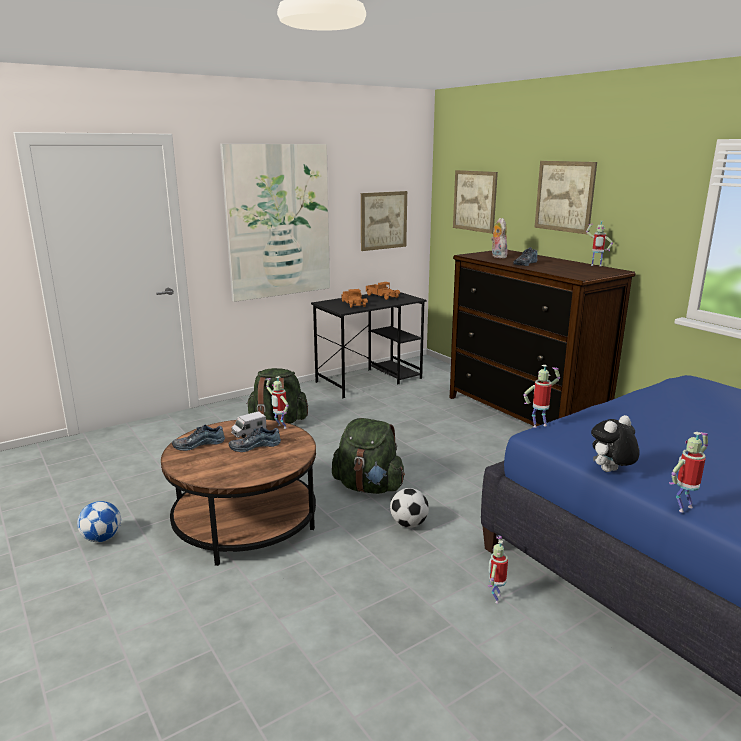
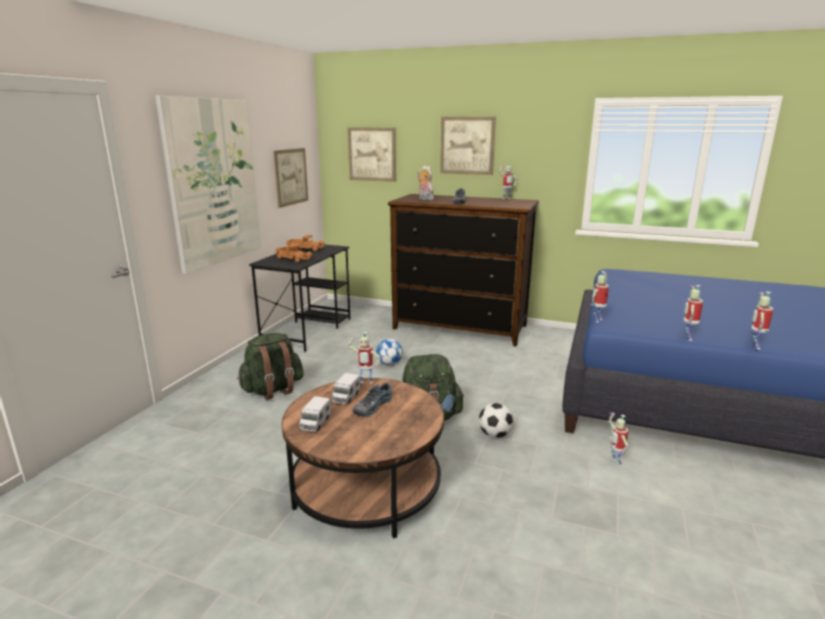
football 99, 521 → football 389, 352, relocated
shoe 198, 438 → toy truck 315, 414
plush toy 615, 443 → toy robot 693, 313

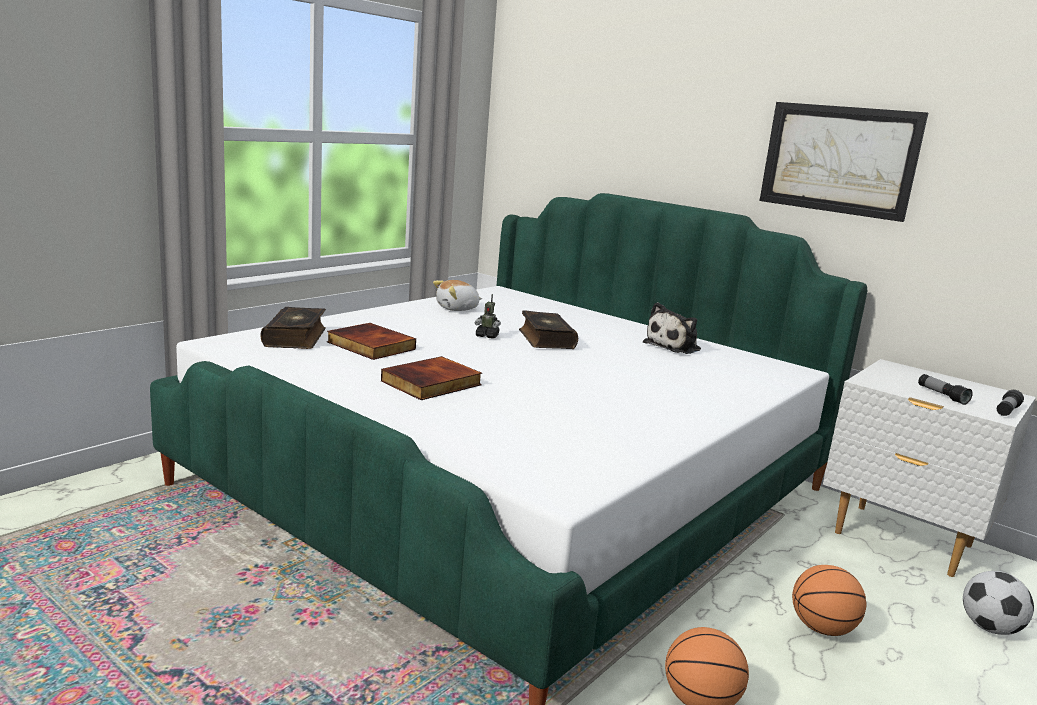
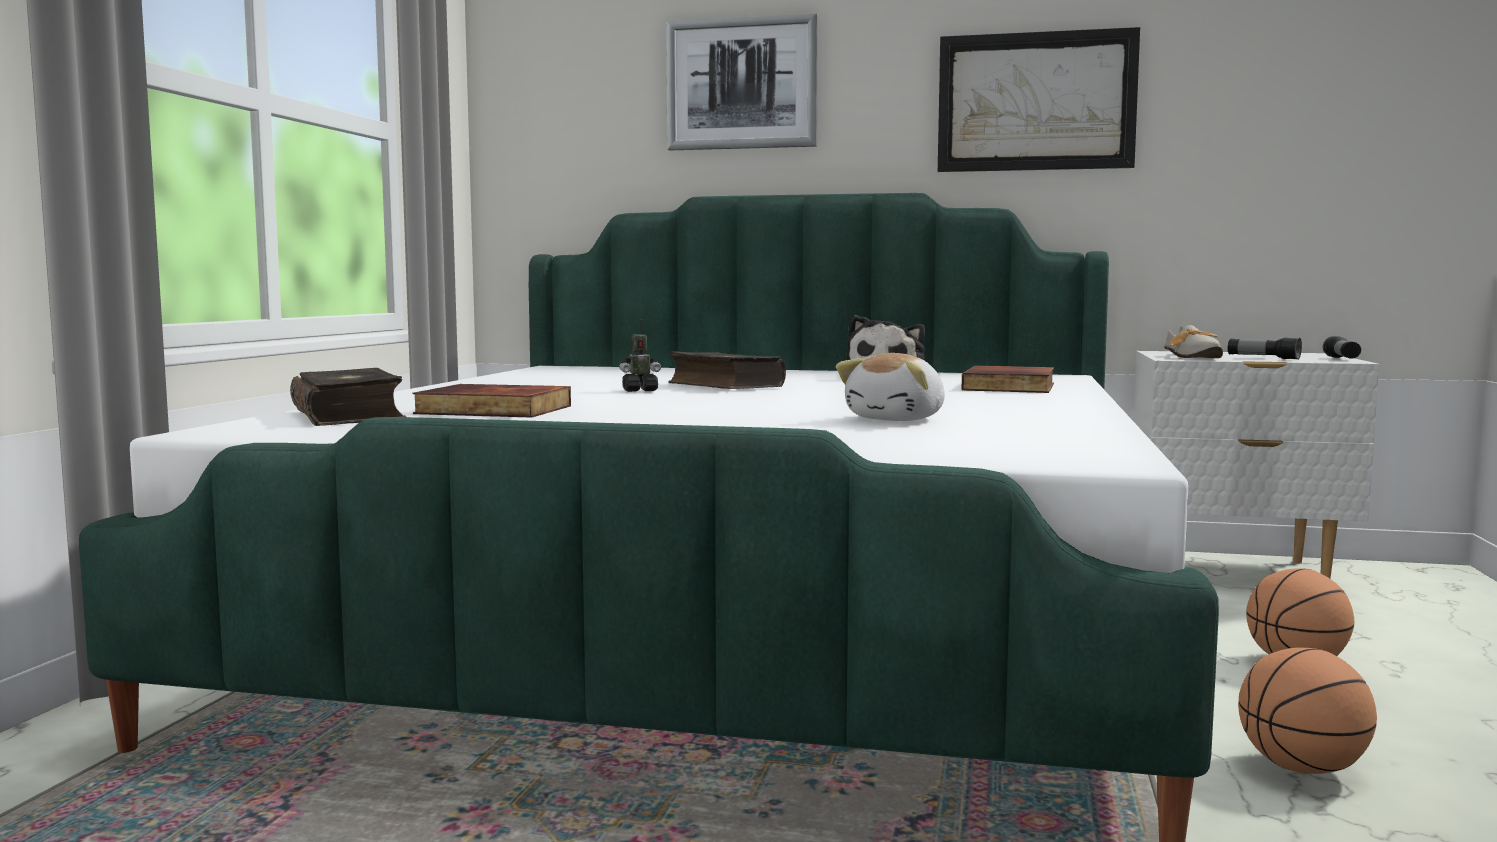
football 998, 603 → -
- → picture 742, 82
- → shoe 1193, 341
book 431, 378 → book 1008, 379, relocated
plush toy 457, 295 → plush toy 890, 387, relocated

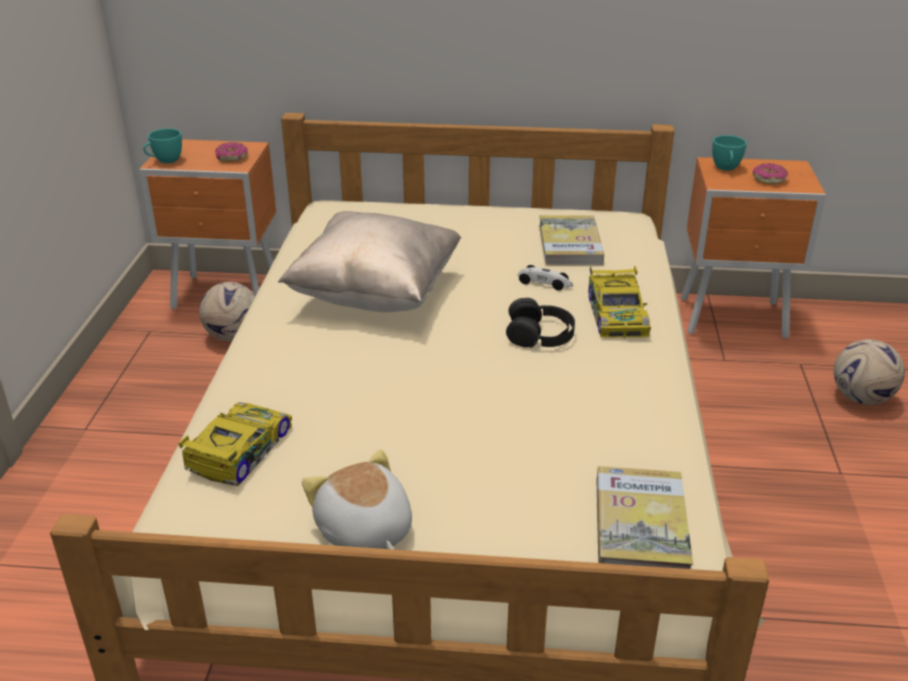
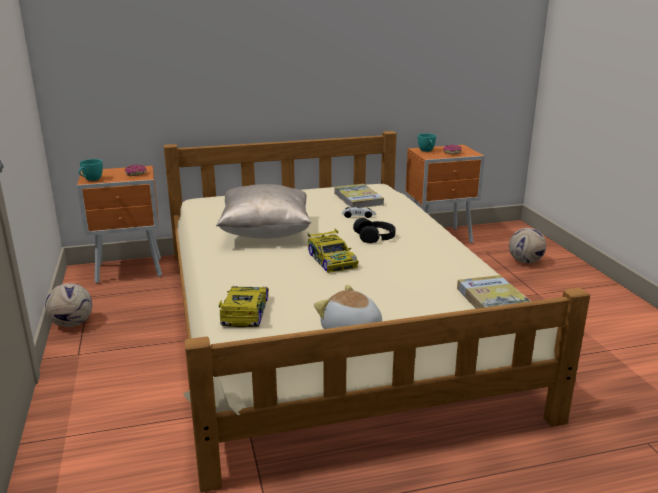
football 227, 312 → football 68, 305, relocated
toy car 619, 302 → toy car 333, 251, relocated

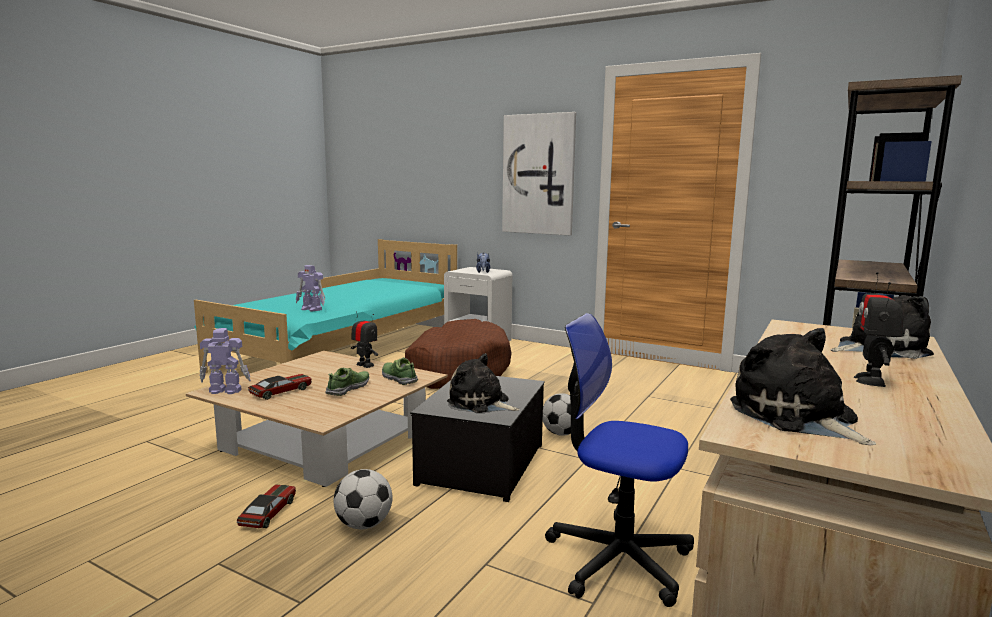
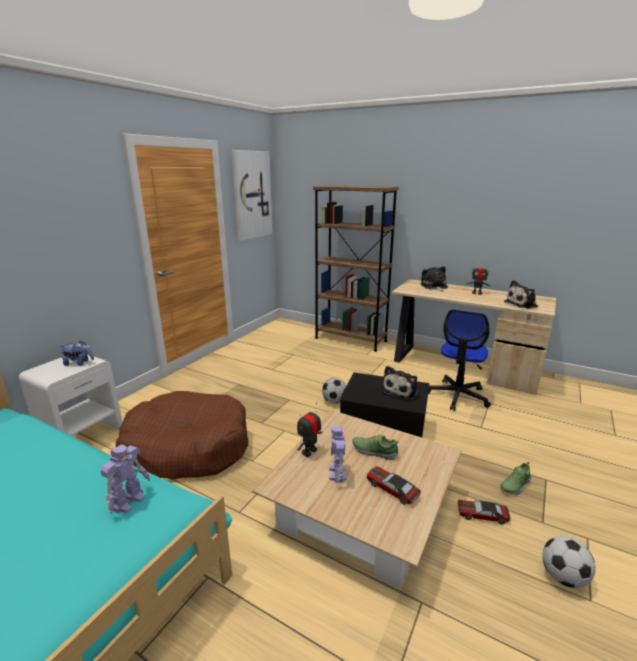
toy robot 225, 361 → toy robot 338, 455, relocated
football 363, 499 → football 569, 562, relocated
shoe 400, 371 → shoe 515, 478, relocated
picture 539, 173 → picture 252, 195, relocated

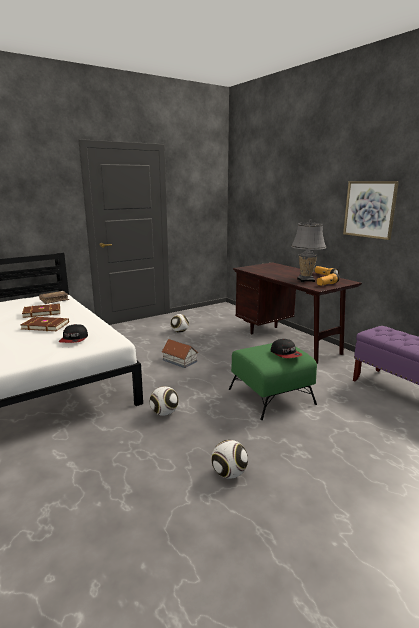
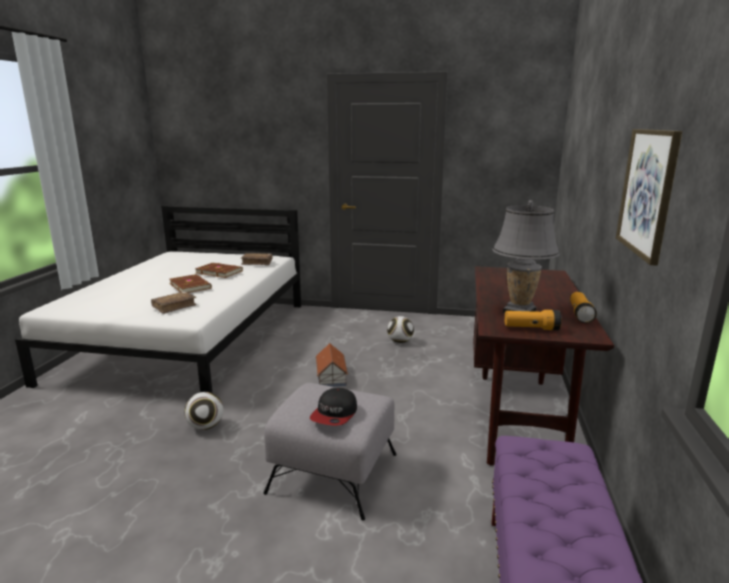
football 229, 459 → -
cap 73, 333 → brown book 173, 302
green ottoman 273, 381 → grey ottoman 330, 452

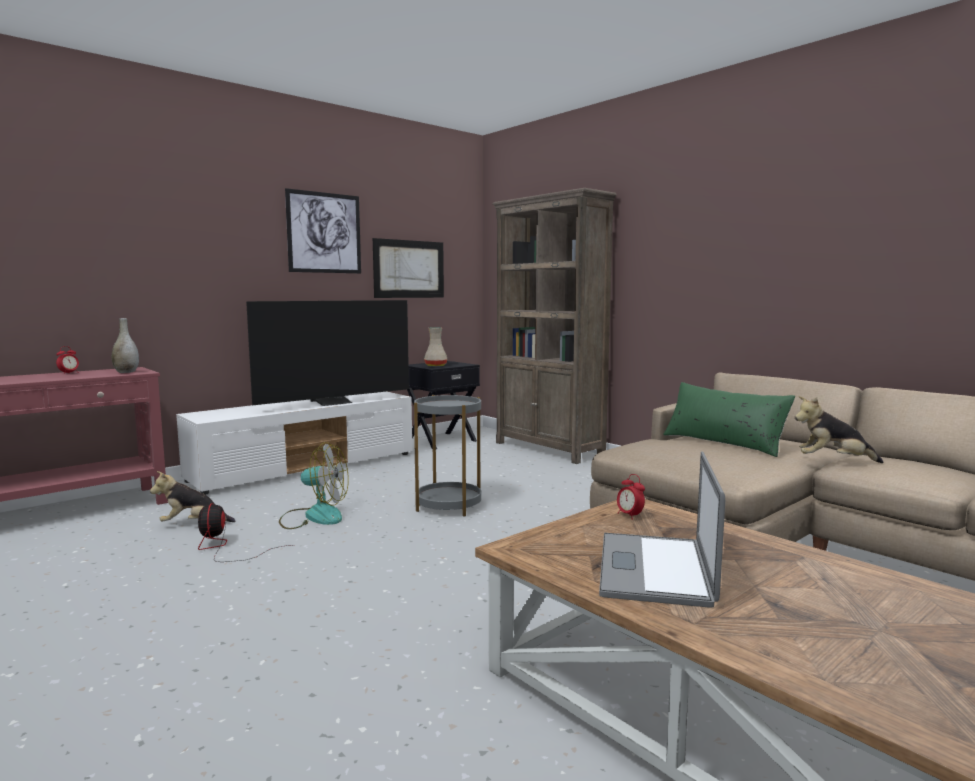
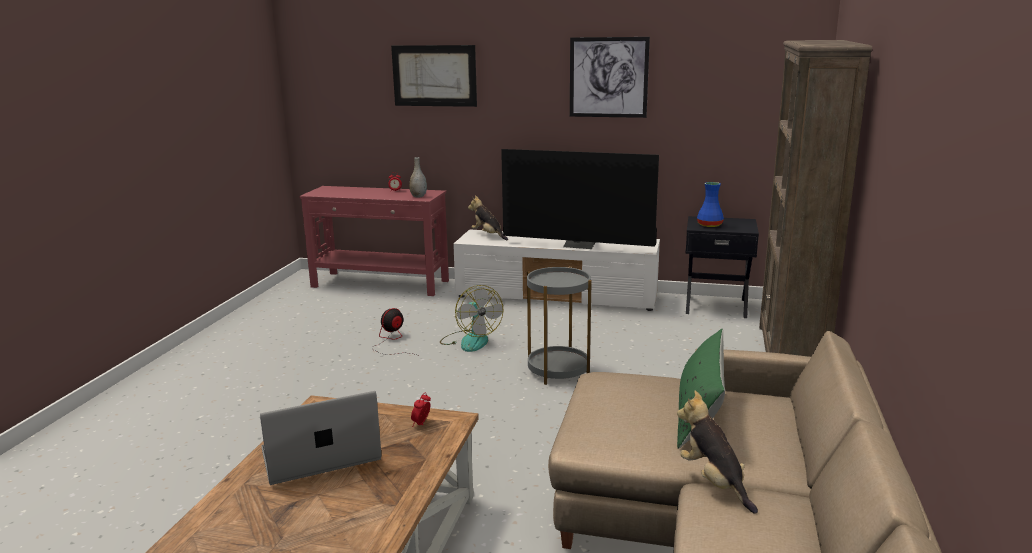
plush toy 193, 496 → plush toy 488, 218, relocated
picture 408, 268 → picture 434, 76, relocated
beige vase 436, 347 → blue vase 710, 204

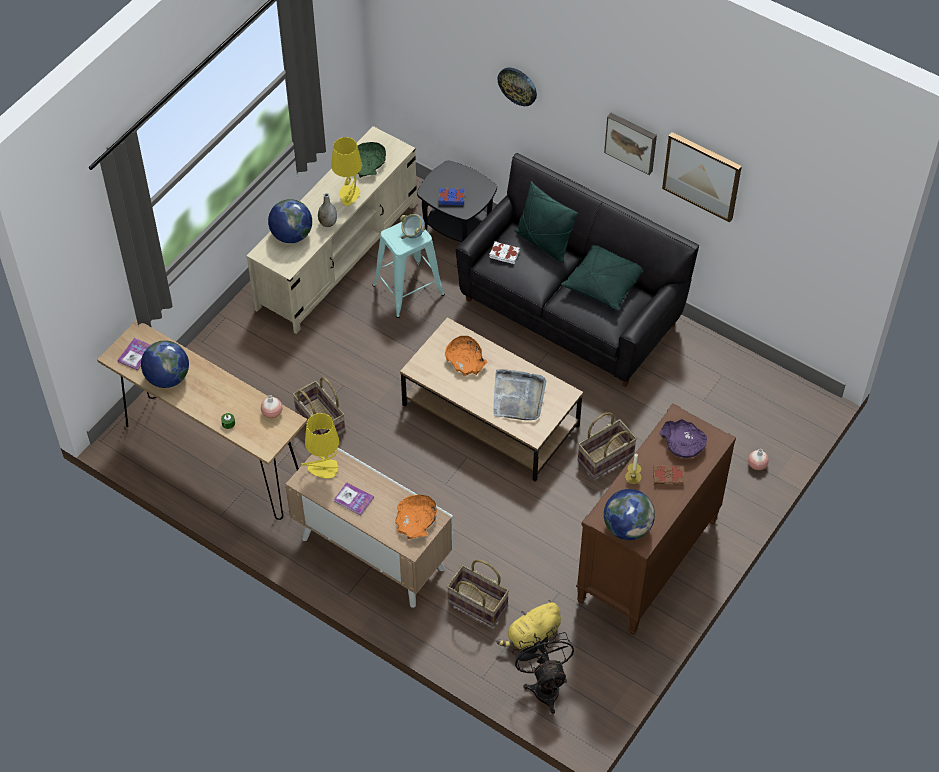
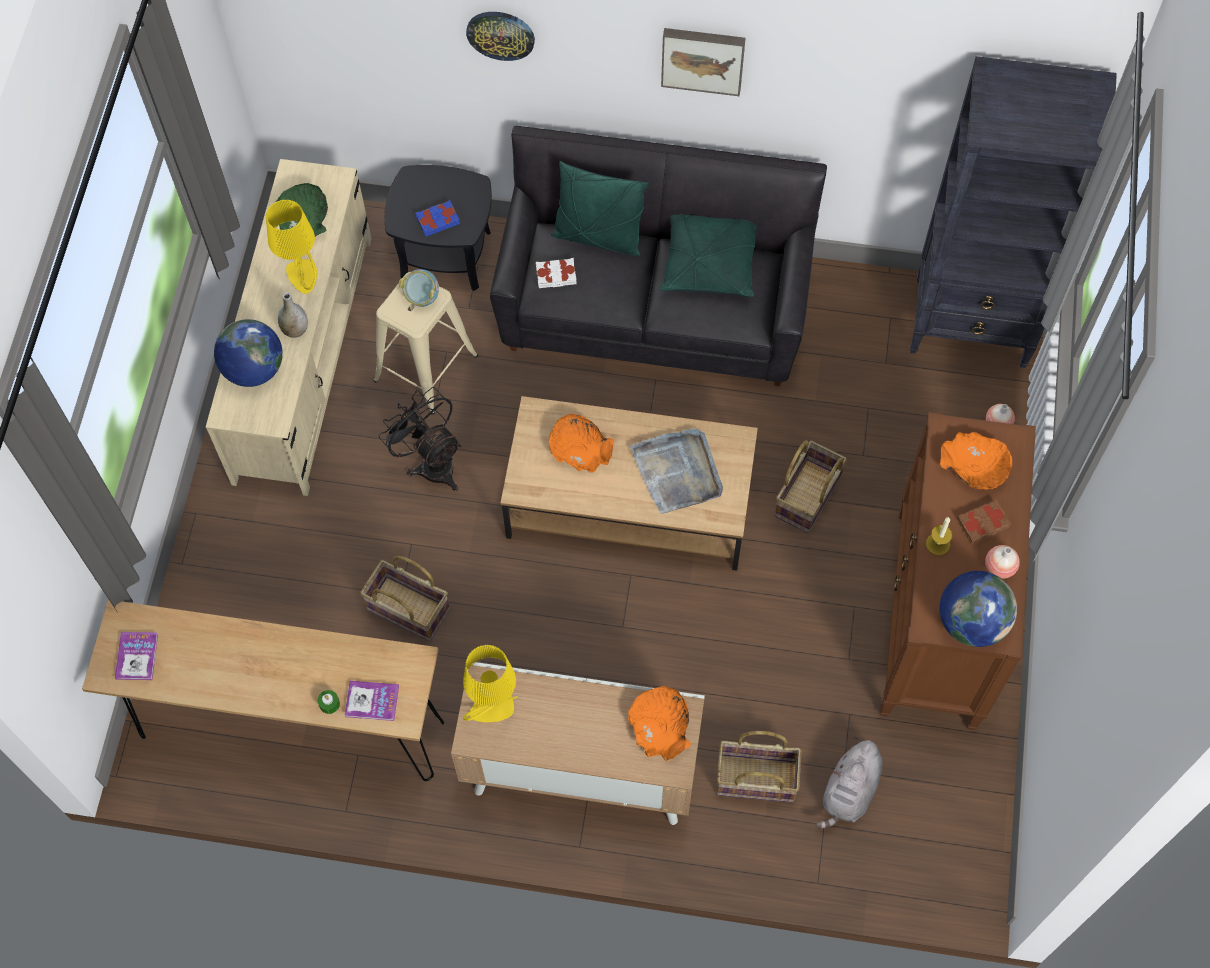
globe 165, 364 → -
picture 702, 177 → -
- → black bookcase 1013, 212
vase 271, 406 → vase 1002, 562, relocated
book 354, 498 → book 371, 701, relocated
black fan 543, 672 → black fan 420, 439, relocated
turquoise stool 408, 270 → beige stool 426, 343
yellow plush toy 528, 625 → grey plush toy 849, 783
purple bowl 683, 438 → orange bowl 976, 461

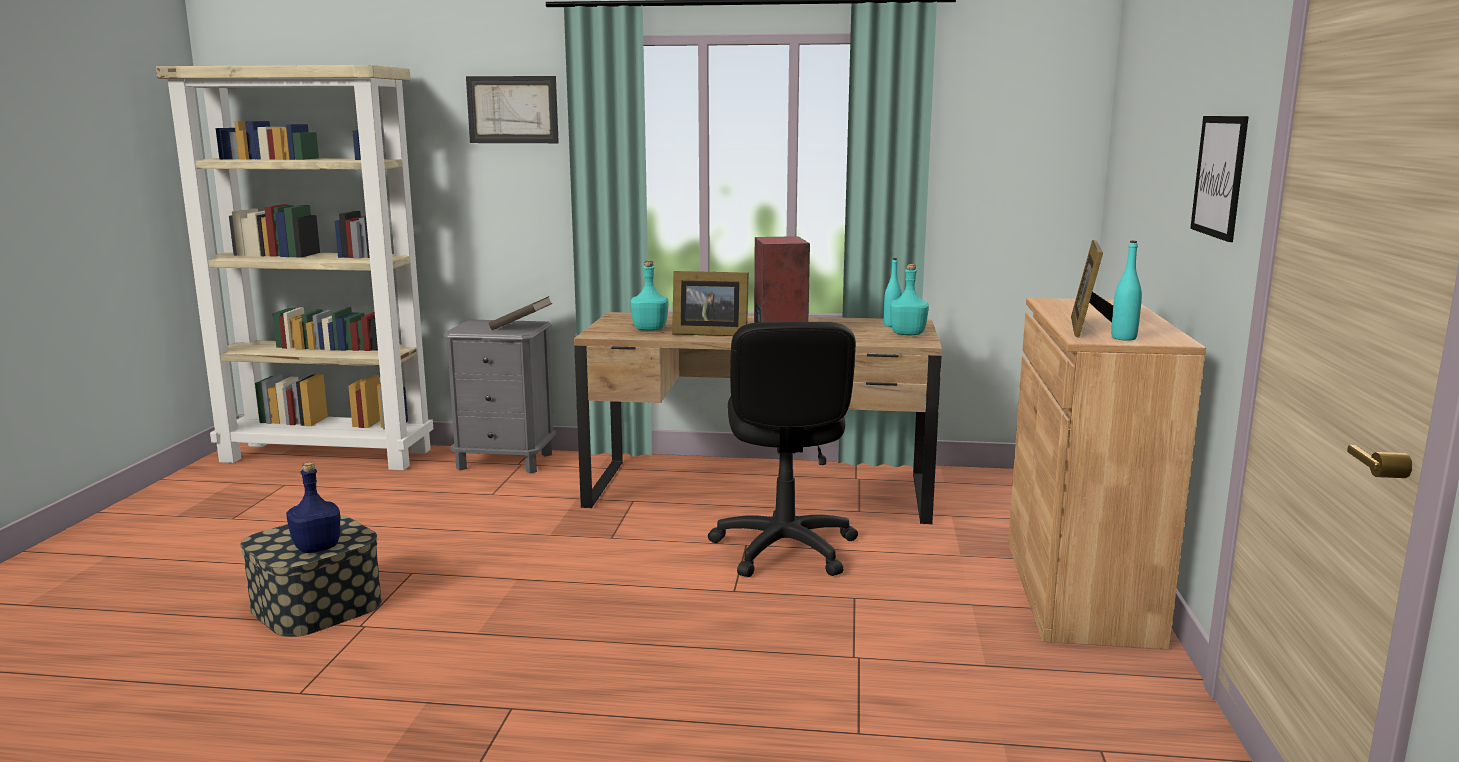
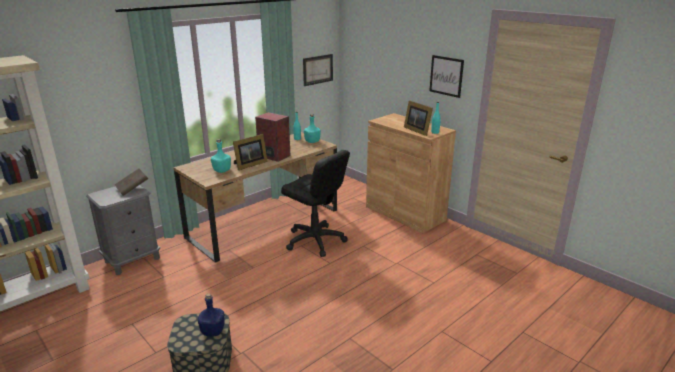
picture 512, 109 → picture 318, 70, relocated

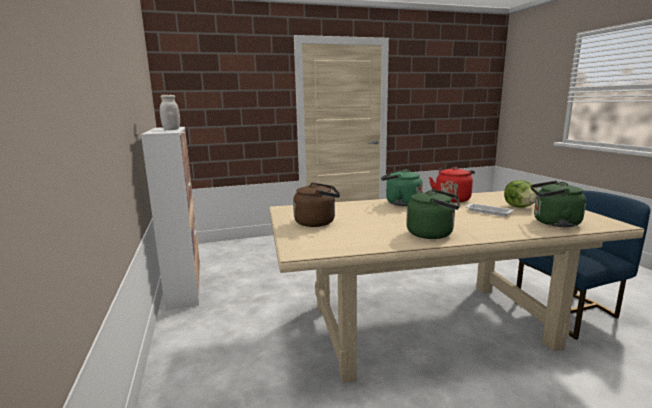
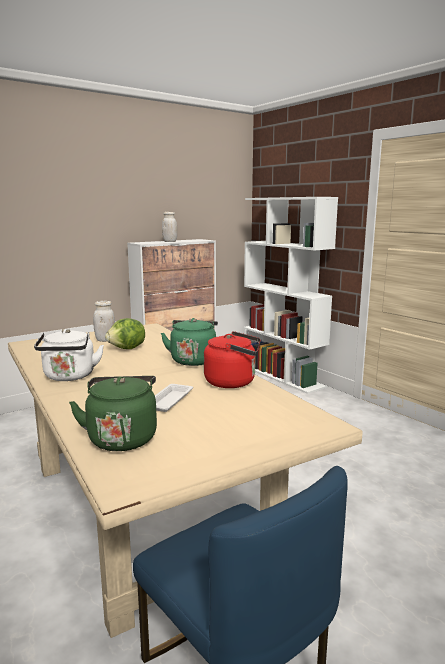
- → white bookcase 291, 295
lettuce 521, 194 → lettuce 125, 333, relocated
brown kettle 316, 204 → white jar 104, 321
green kettle 433, 214 → white kettle 69, 355

